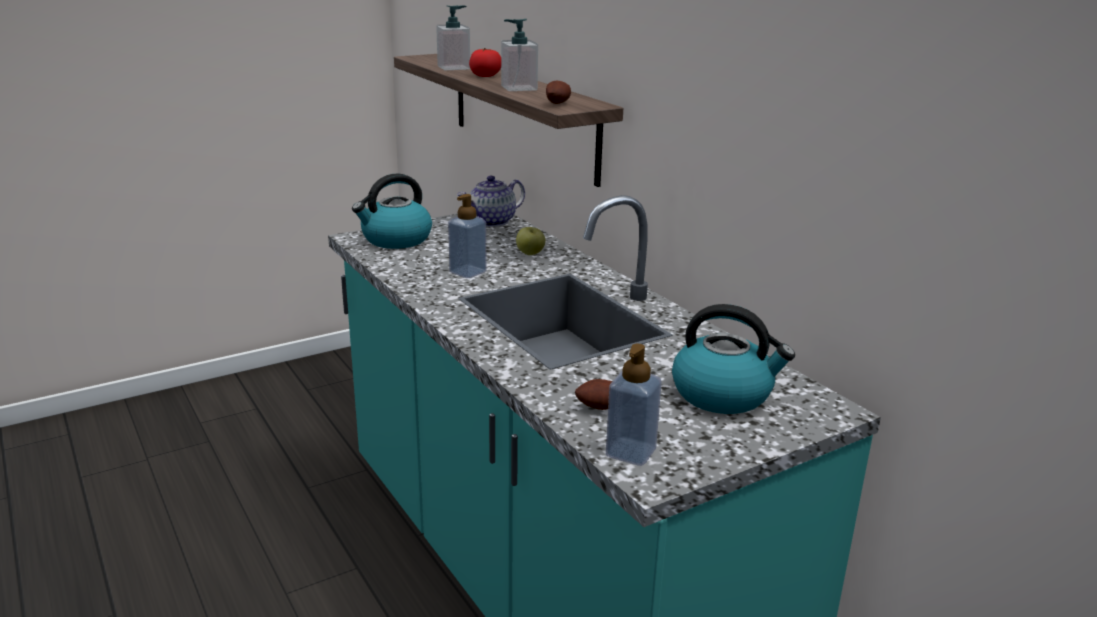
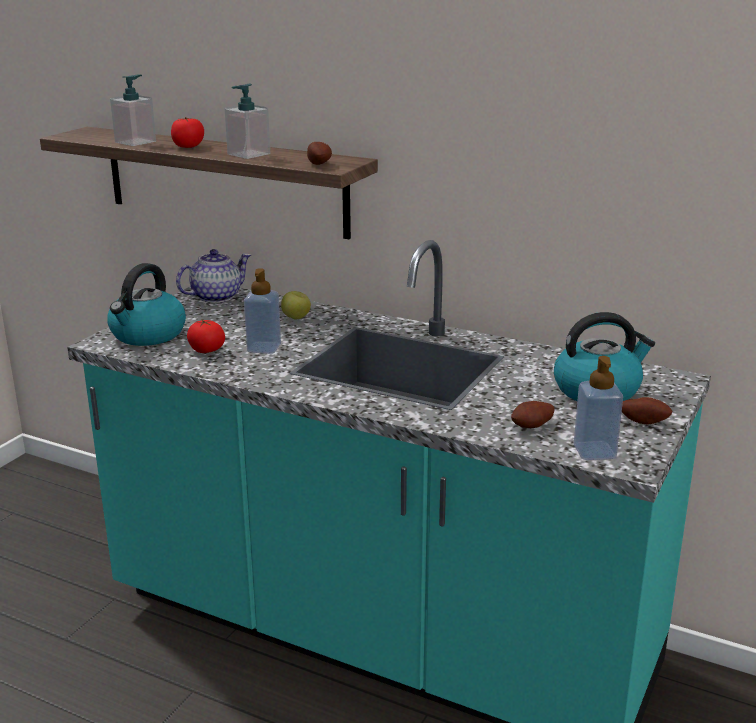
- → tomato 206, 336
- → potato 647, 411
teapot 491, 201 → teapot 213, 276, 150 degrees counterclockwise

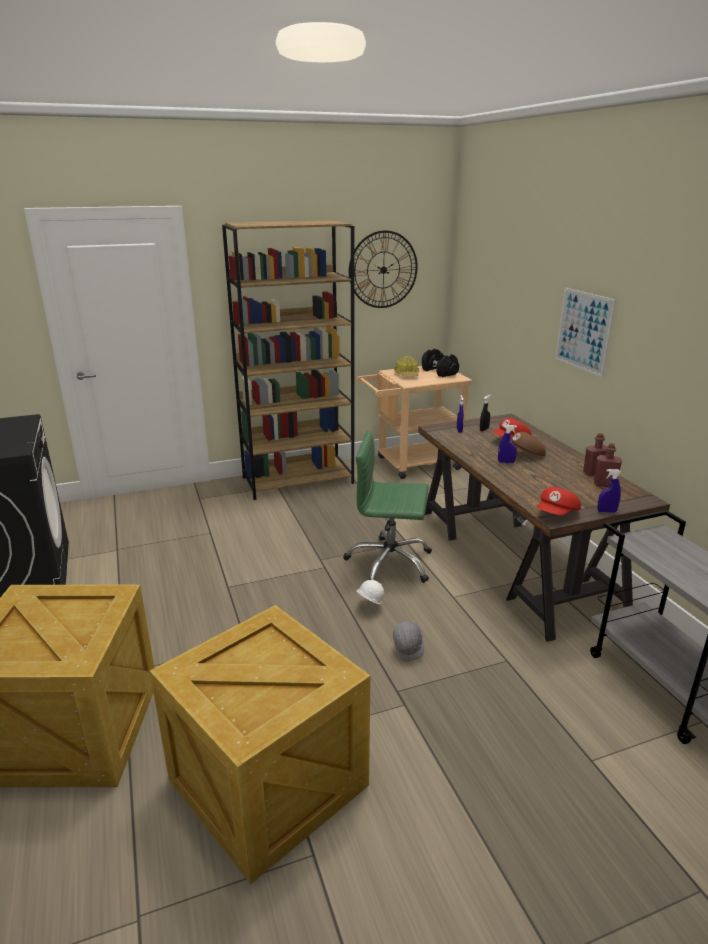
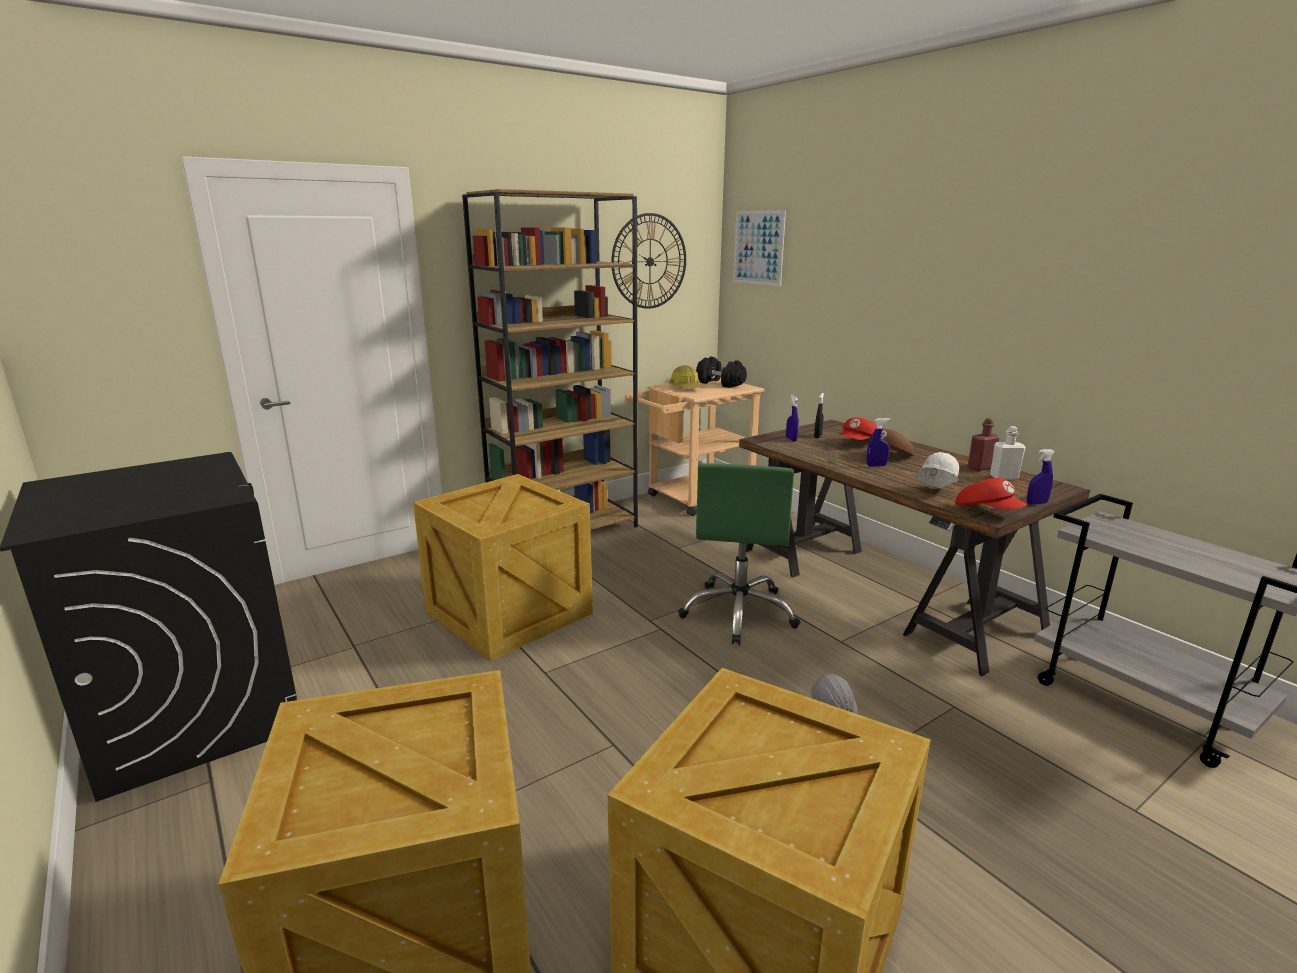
- → crate 503, 567
white hard hat 370, 592 → white hard hat 937, 470, relocated
picture 585, 332 → picture 759, 248, relocated
red bottle 608, 465 → white bottle 1008, 453
green office chair 388, 507 → green office chair 739, 554, 75 degrees counterclockwise
red cap 559, 501 → red cap 991, 494, 60 degrees counterclockwise

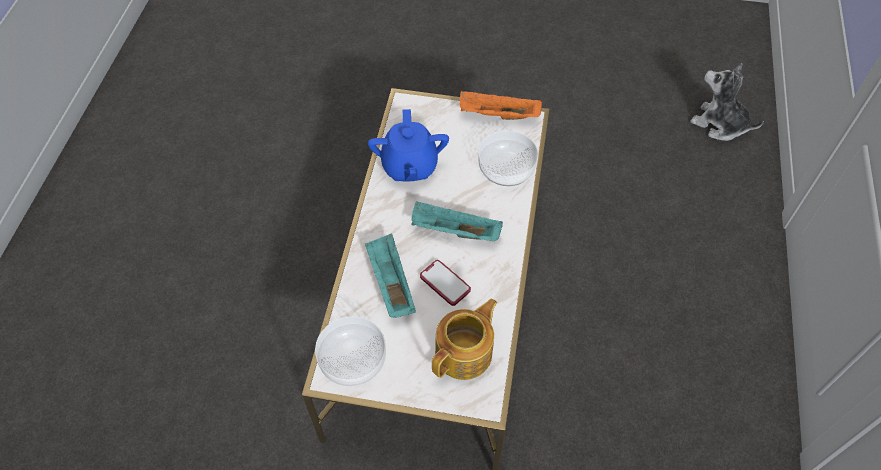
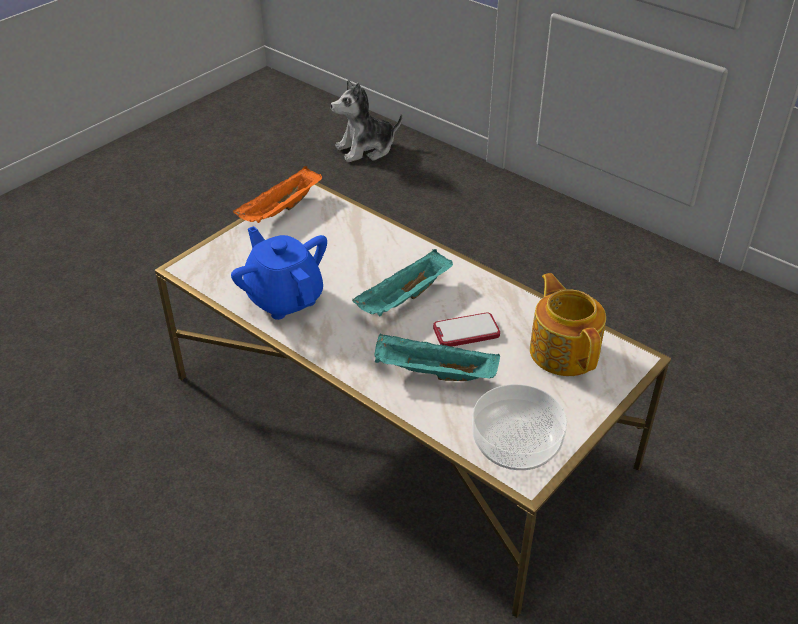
bowl 508, 158 → -
blue teapot 408, 145 → blue teapot 279, 273, 150 degrees counterclockwise

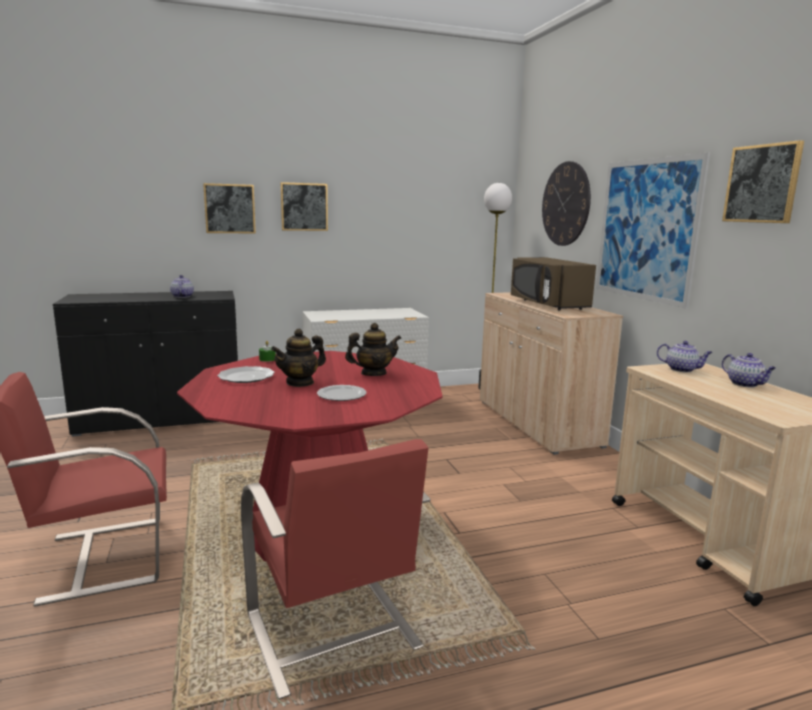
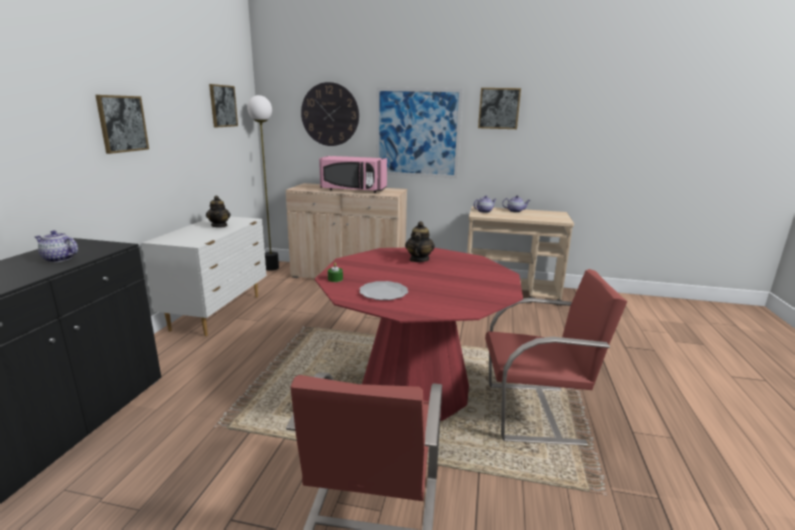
plate 342, 393 → -
picture 229, 208 → picture 223, 105, relocated
teapot 298, 358 → teapot 218, 212, relocated
brown microwave 553, 284 → pink microwave 353, 174

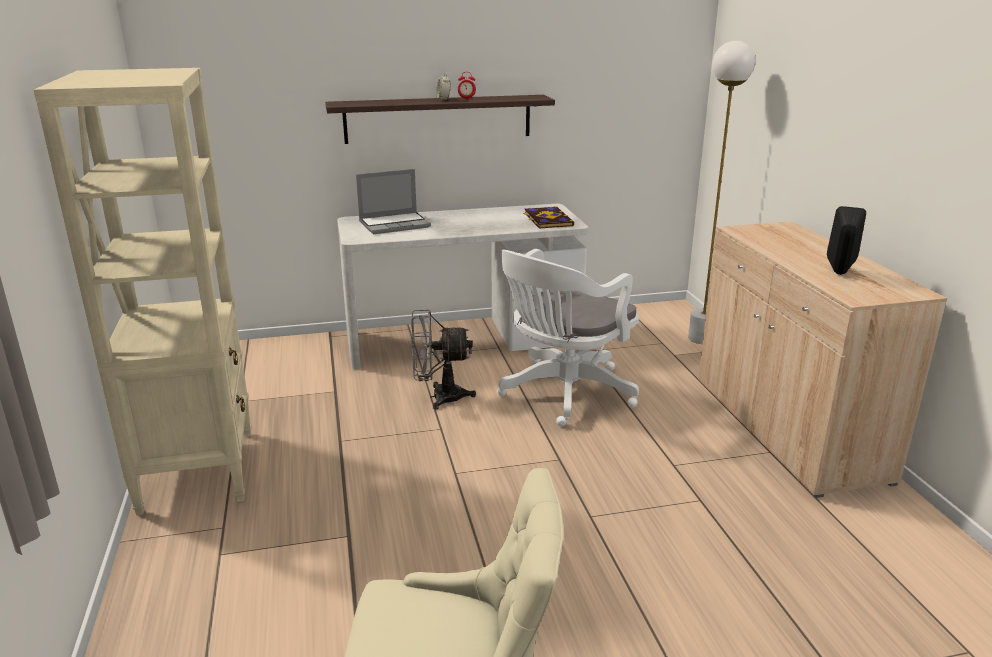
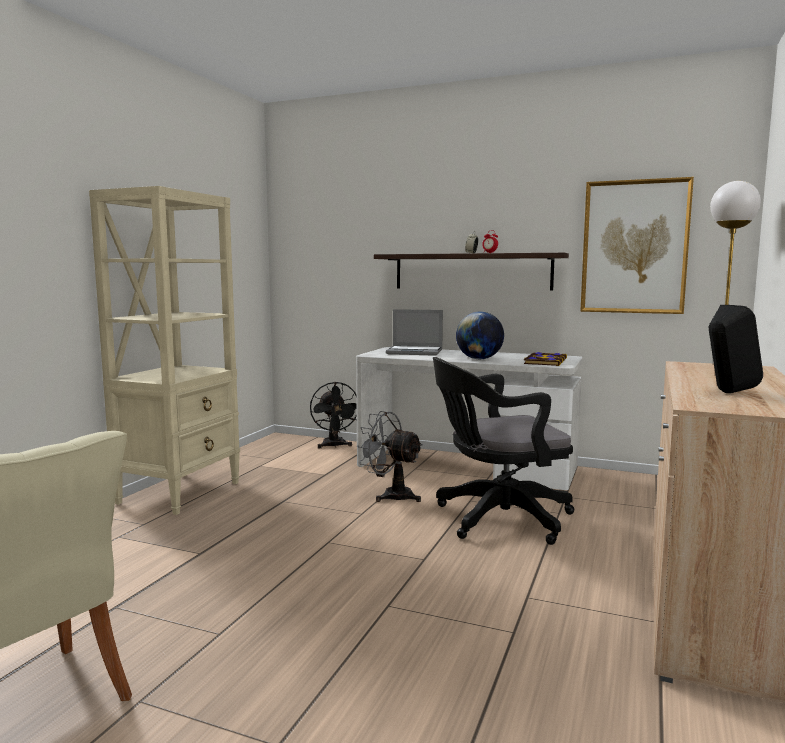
- → black fan 333, 415
- → globe 480, 335
- → picture 637, 245
white office chair 568, 337 → black office chair 504, 451

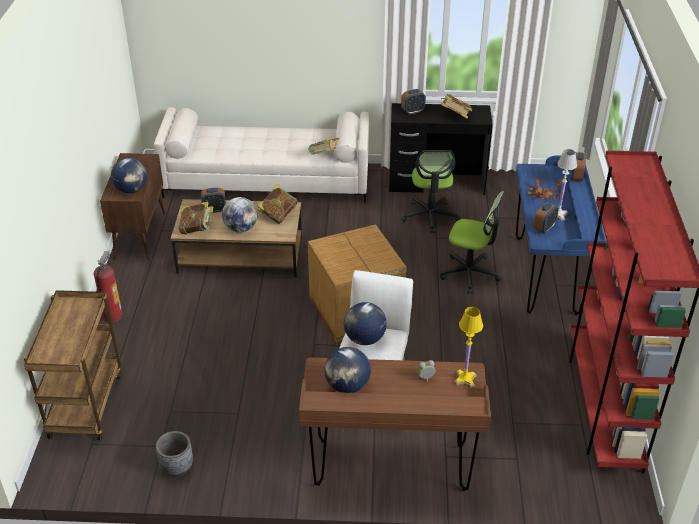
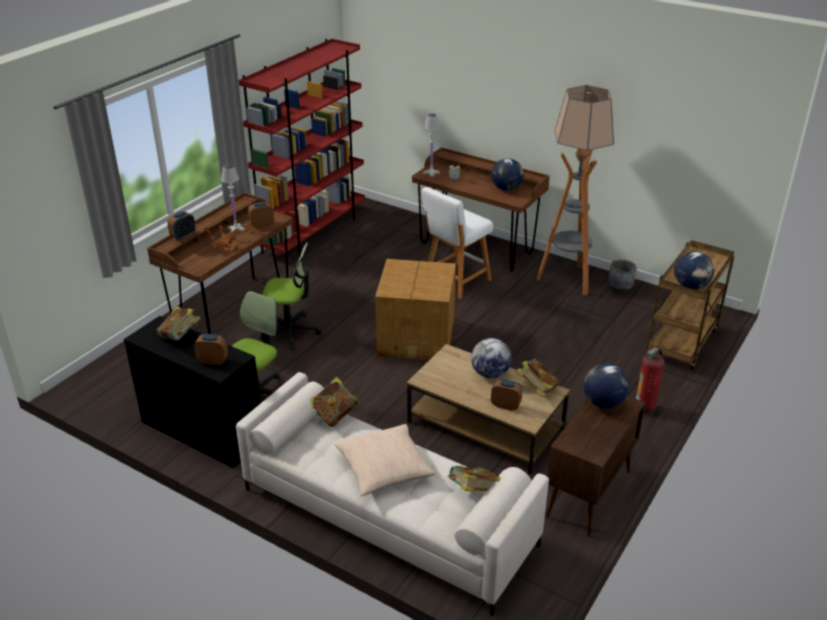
- → beige pillow 385, 460
- → floor lamp 575, 190
book 278, 204 → book 474, 478, relocated
globe 365, 323 → globe 694, 270, relocated
yellow table lamp 468, 347 → white table lamp 431, 145
blue desk 561, 235 → brown desk 220, 263
office chair 472, 242 → office chair 291, 296, 135 degrees clockwise

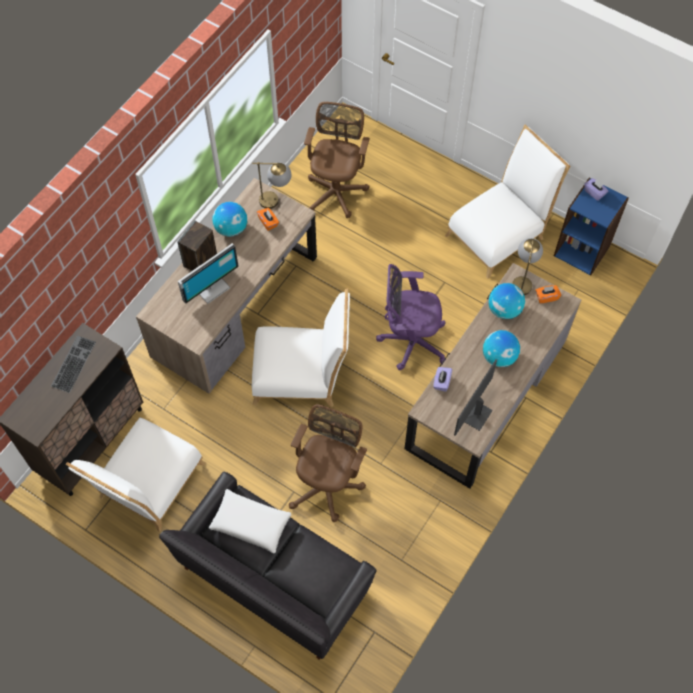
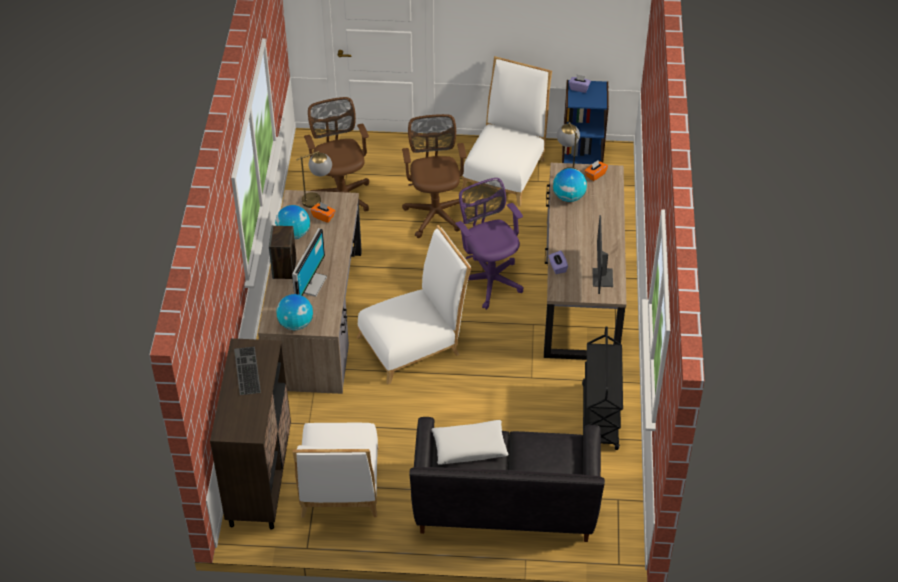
- → black cart 602, 388
brown office chair 328, 463 → brown office chair 434, 176, relocated
globe 501, 348 → globe 295, 312, relocated
purple office chair 411, 317 → purple office chair 489, 244, 90 degrees clockwise

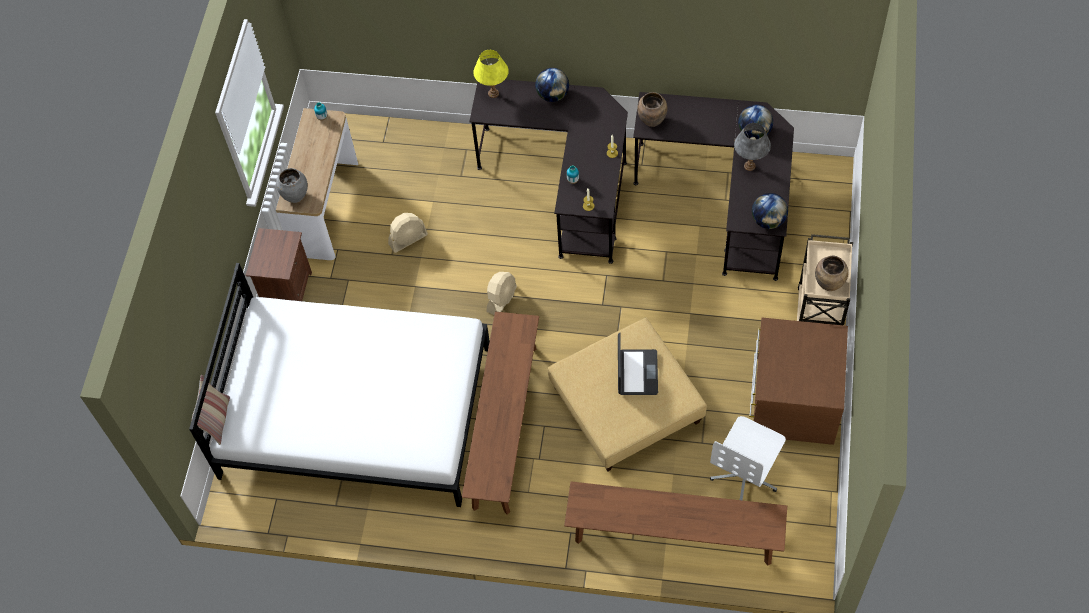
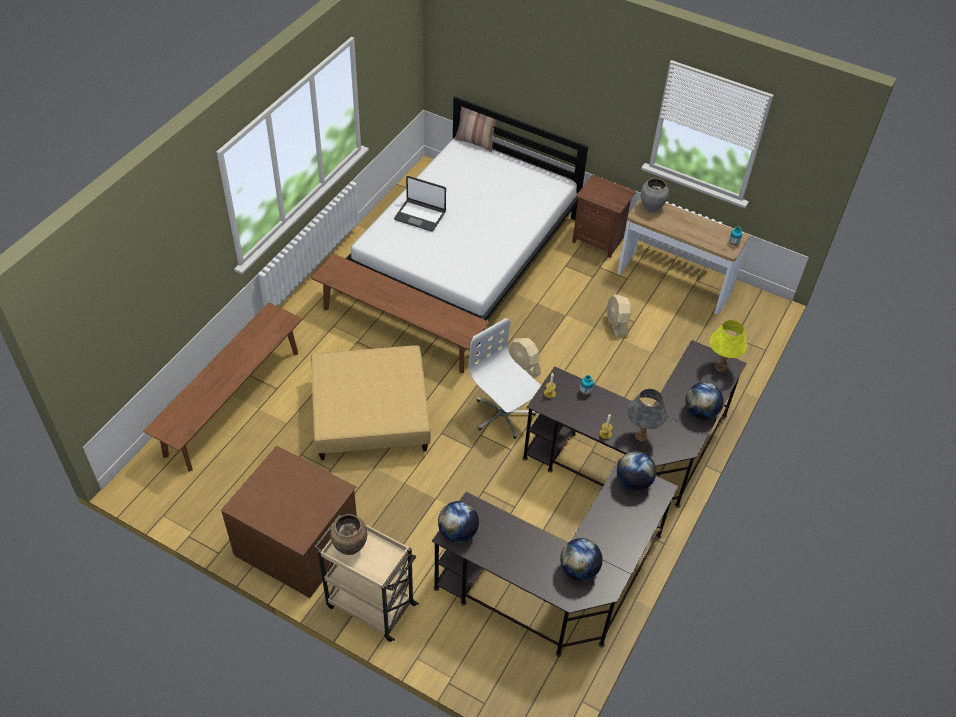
laptop 638, 364 → laptop 420, 203, relocated
white office chair 748, 458 → white office chair 505, 378, relocated
grey table lamp 752, 147 → grey table lamp 647, 415, relocated
brown vase 652, 109 → globe 636, 471

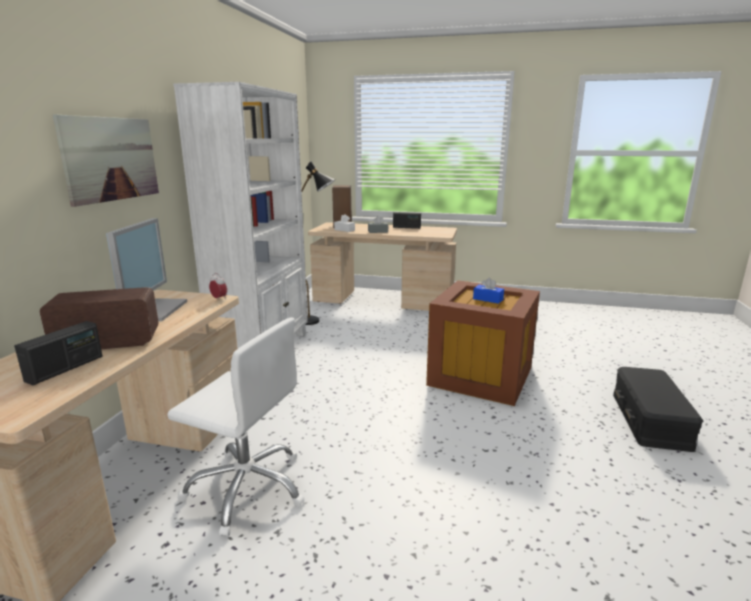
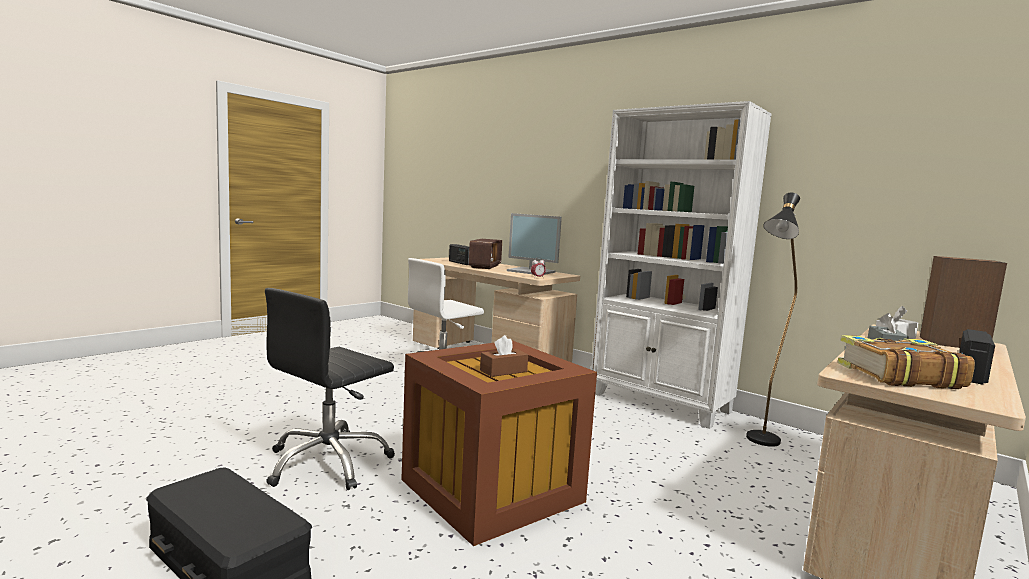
picture 105, 160 → -
- → black office chair 330, 389
- → book 906, 362
blue tissue box 488, 291 → brown tissue box 504, 356

